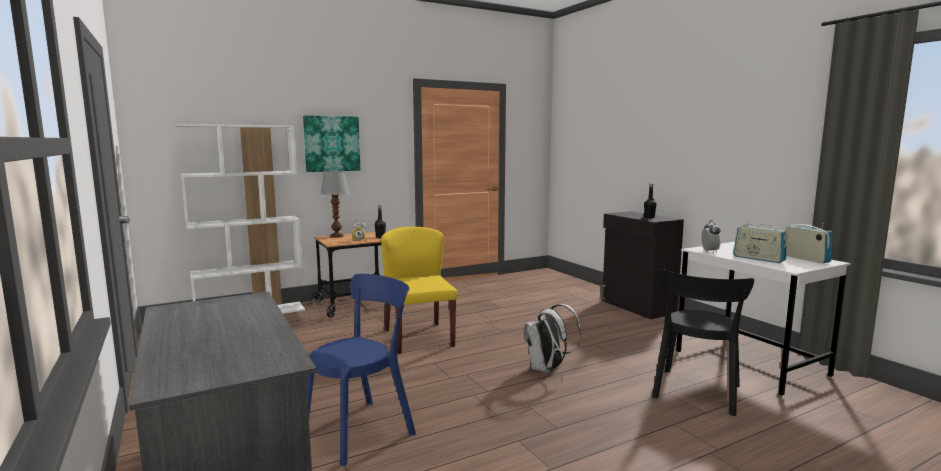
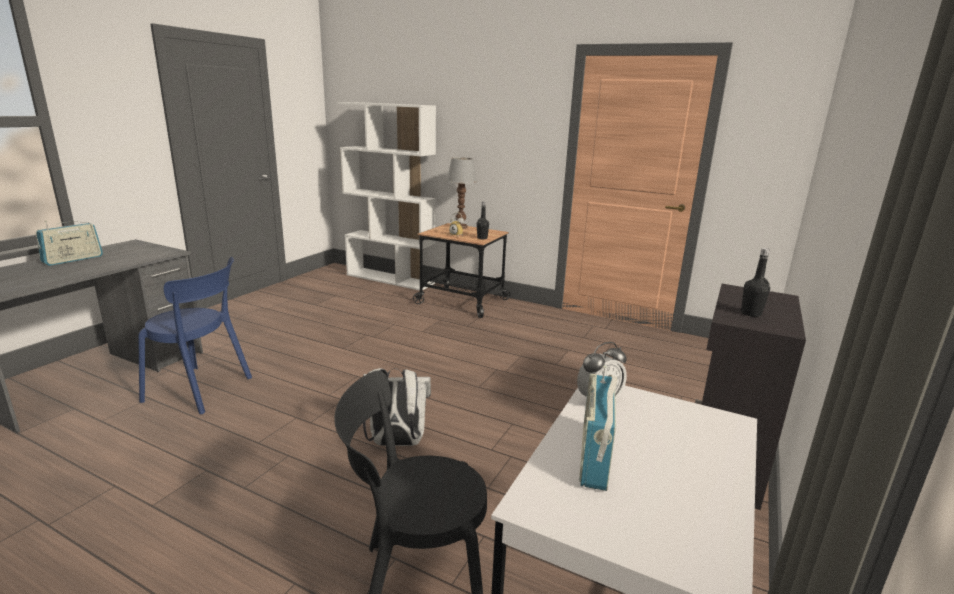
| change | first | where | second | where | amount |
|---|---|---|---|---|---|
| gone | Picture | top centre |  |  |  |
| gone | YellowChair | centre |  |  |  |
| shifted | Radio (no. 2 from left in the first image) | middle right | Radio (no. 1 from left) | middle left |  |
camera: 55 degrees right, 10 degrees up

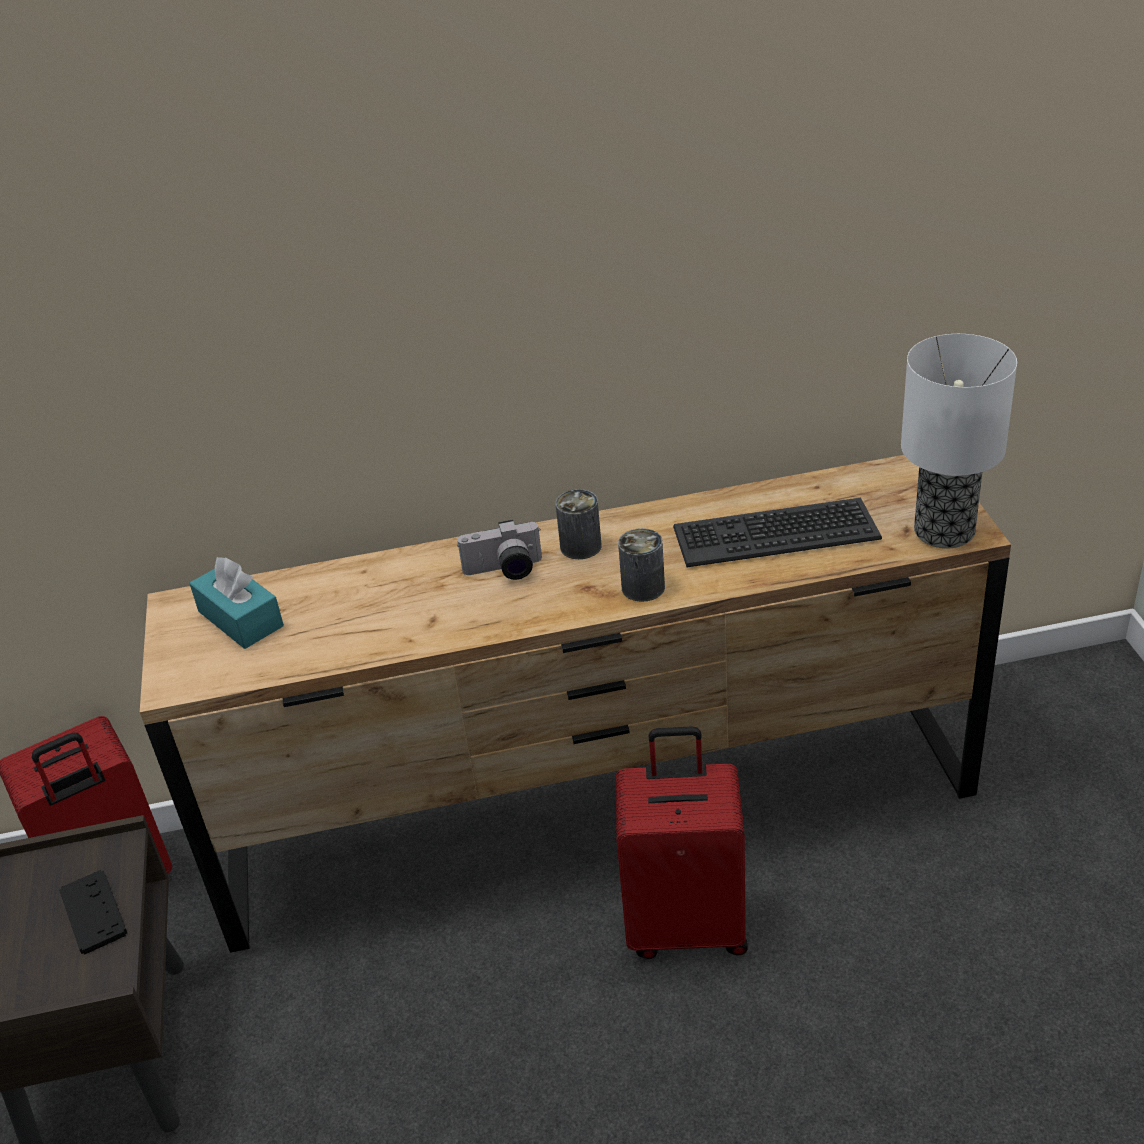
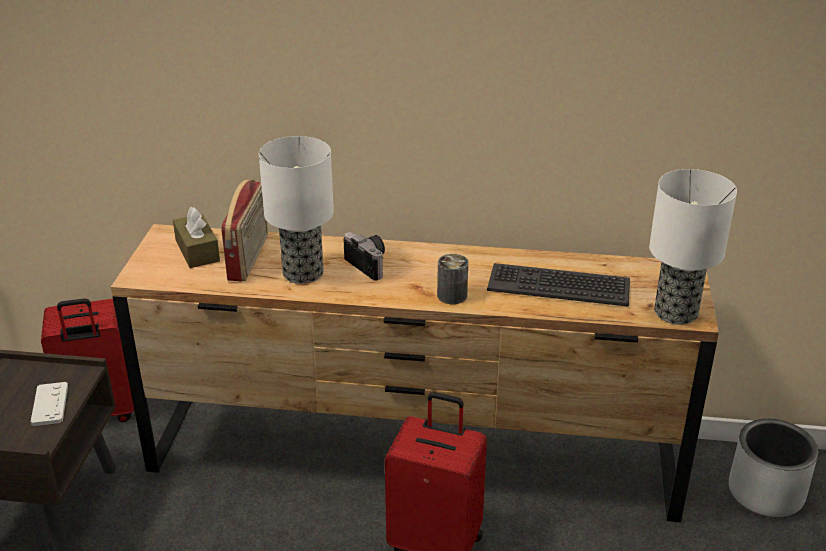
| change | first | where | second | where | amount |
|---|---|---|---|---|---|
| repainted | BlackGameController | bottom left | WhiteGameController | bottom left |  |
| repainted | TurquoiseTissueBox | middle left | BrownTissueBox | middle left |  |
| rotated | PhotoCamera | centre |  | centre | 135 degrees counterclockwise |
| gone | Can (no. 1 from left) | centre |  |  |  |
| new |  |  | Radio | middle left |  |
| new |  |  | TableLamp (no. 1 from left) | centre |  |
| new |  |  | GreyPlanter | bottom right |  |
camera: 15 degrees right, 5 degrees down

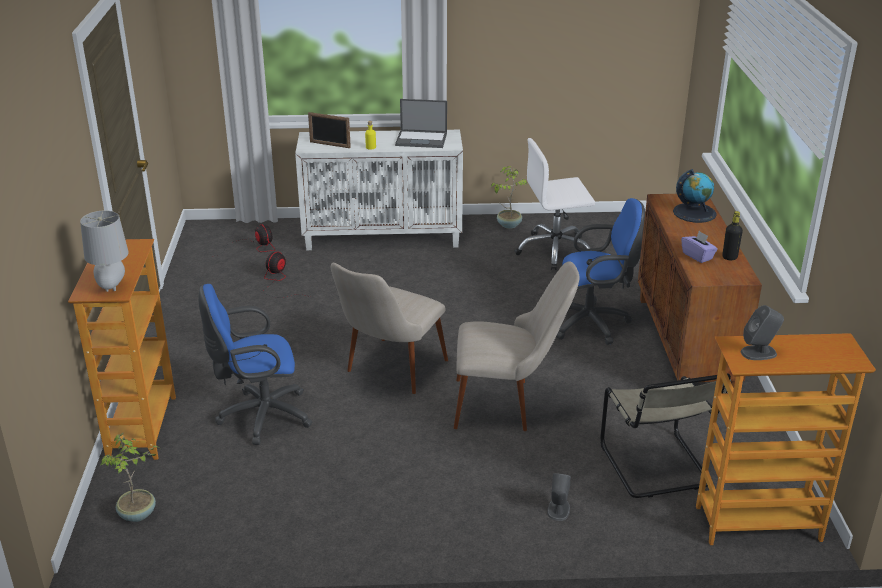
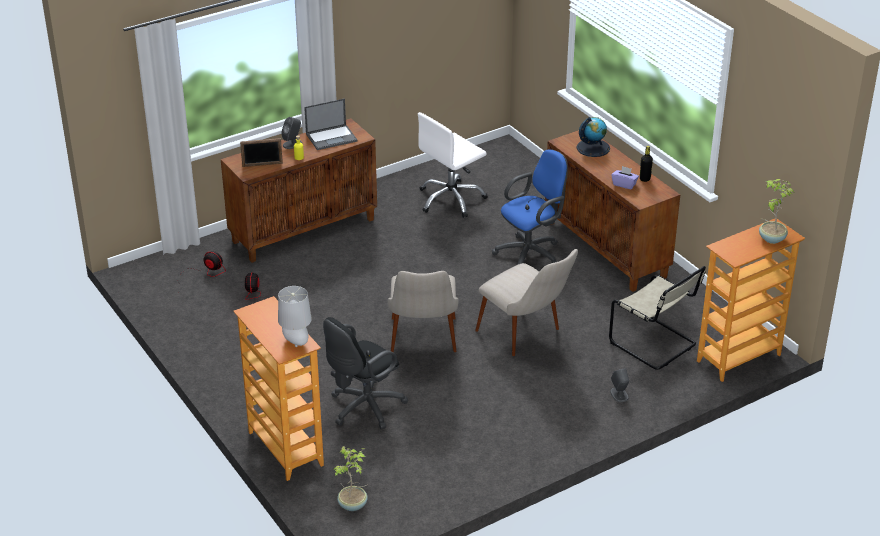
| change | first | where | second | where | amount |
|---|---|---|---|---|---|
| repainted | BlueOfficeChair (no. 1 from left) | middle left | BlackOfficeChair | bottom centre |  |
| repainted | WhiteCabinet | top centre | BrownCabinet (no. 1 from left) | centre |  |
| rotated | BeigeChair (no. 2 from left) | centre |  | centre | 75 degrees clockwise |
| shifted | PottedPlant (no. 2 from left) | centre |  | middle right |  |
| shifted | GreySpeaker (no. 2 from left in the first image) | middle right | GreySpeaker (no. 1 from left) | top left |  |
camera: 30 degrees left, 5 degrees up

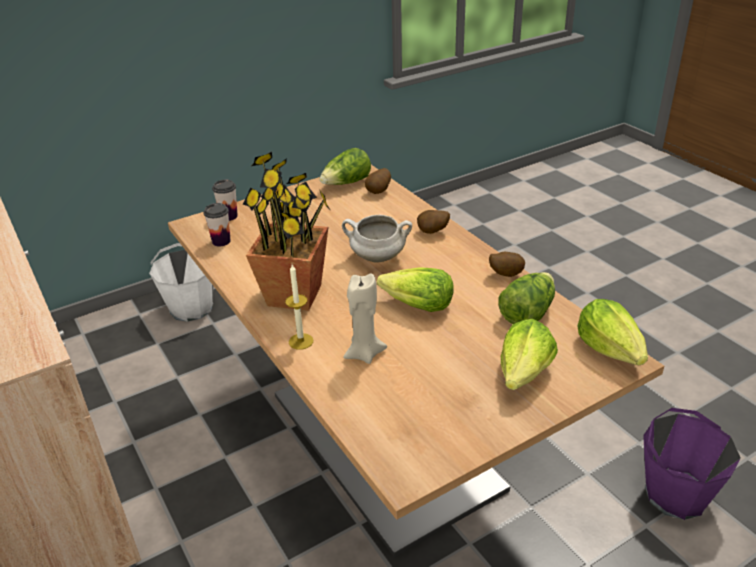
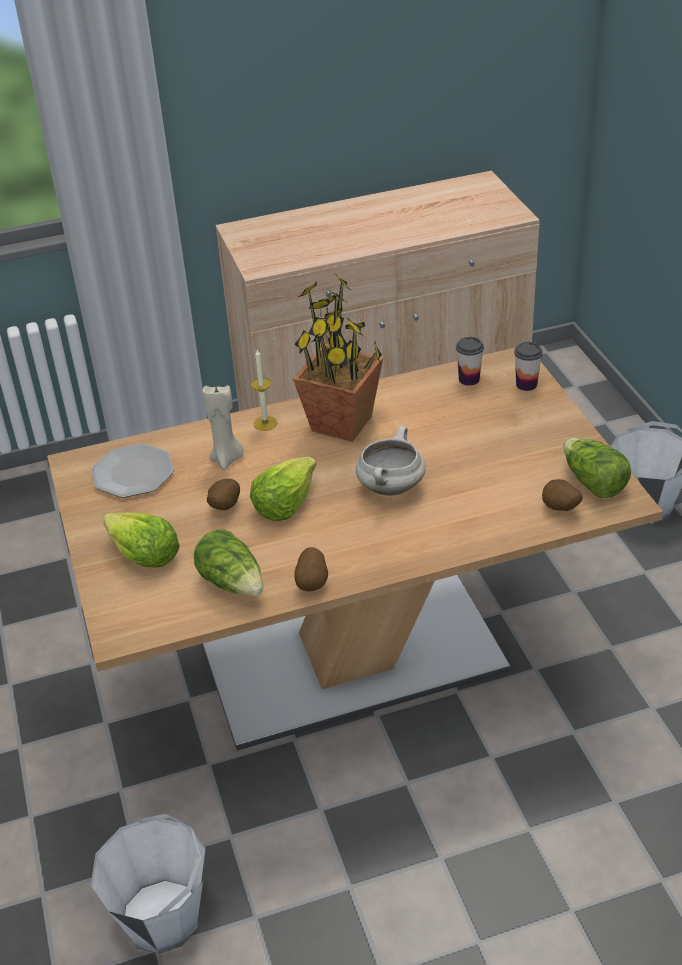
| change | first | where | second | where | amount |
|---|---|---|---|---|---|
| shifted | Potato (no. 2 from left in the first image) | centre | Potato (no. 1 from left) | middle left |  |
| gone | Lettuce (no. 5 from left) | middle right |  |  |  |
| repainted | PurpleBucket | bottom right | WhiteBucket (no. 1 from left) | bottom left |  |
| new |  |  | Plate | middle left |  |
camera: 105 degrees right, 5 degrees up

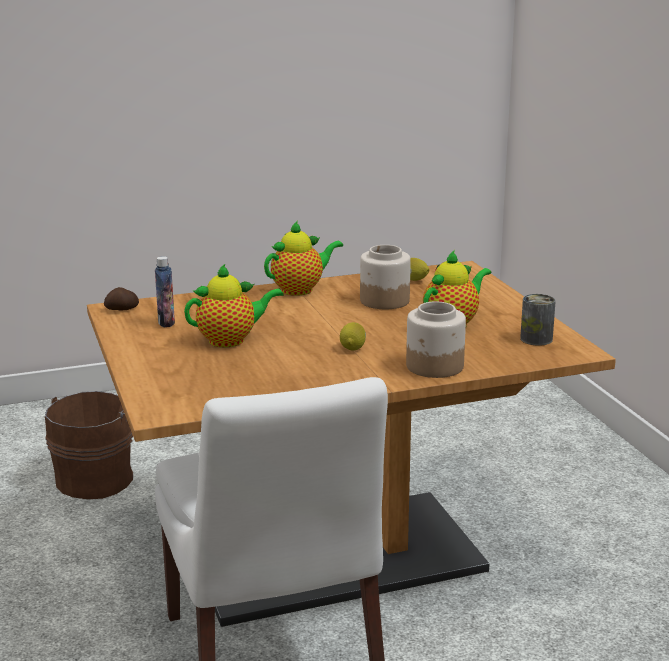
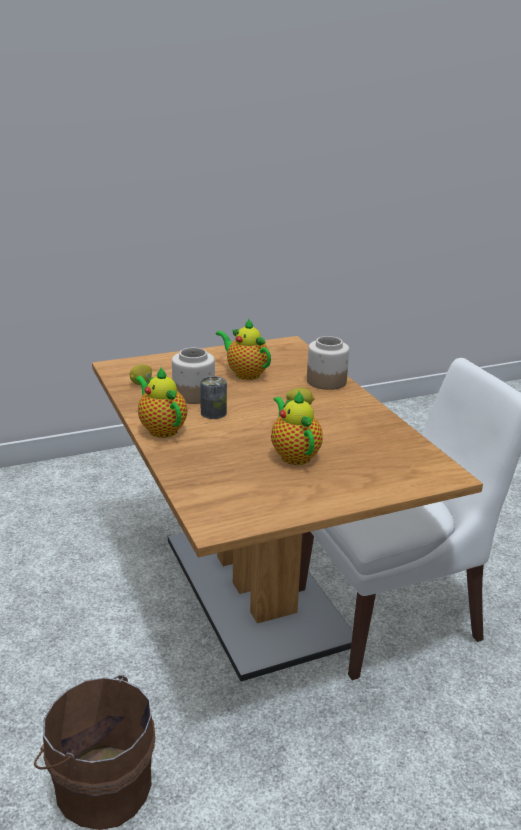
| change | first | where | second | where | amount |
|---|---|---|---|---|---|
| gone | Potato | middle left |  |  |  |
| gone | Bottle | middle left |  |  |  |
| shifted | Can | middle right |  | centre |  |
camera: 95 degrees left, 5 degrees up

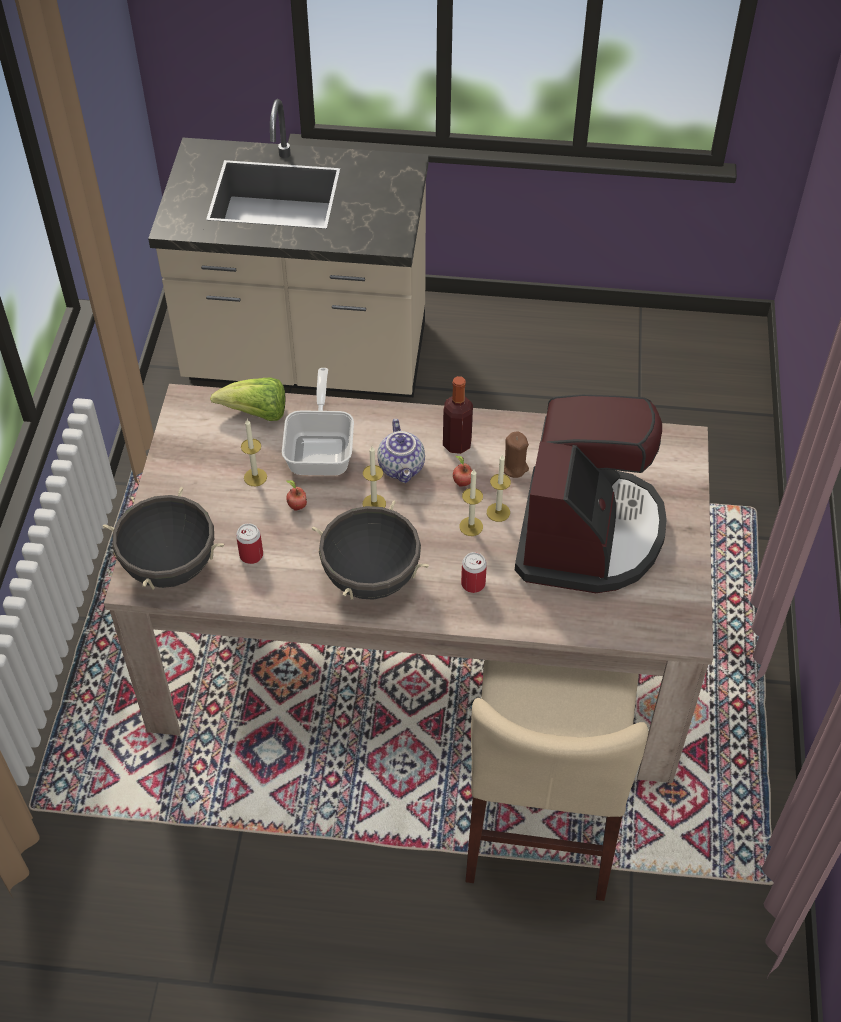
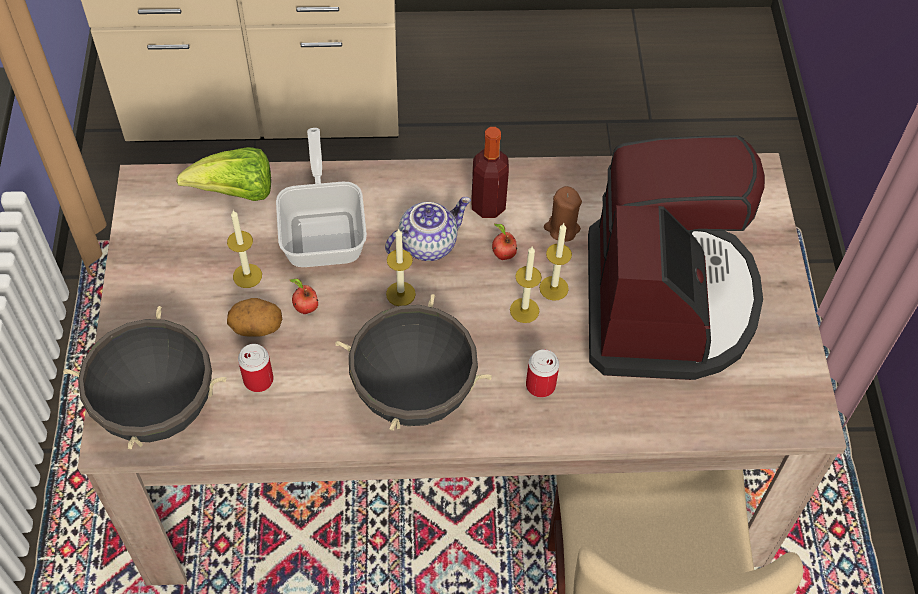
| change | first | where | second | where | amount |
|---|---|---|---|---|---|
| rotated | Teapot | centre |  | centre | 105 degrees counterclockwise |
| new |  |  | Potato | middle left |  |
camera: 10 degrees left, 5 degrees up

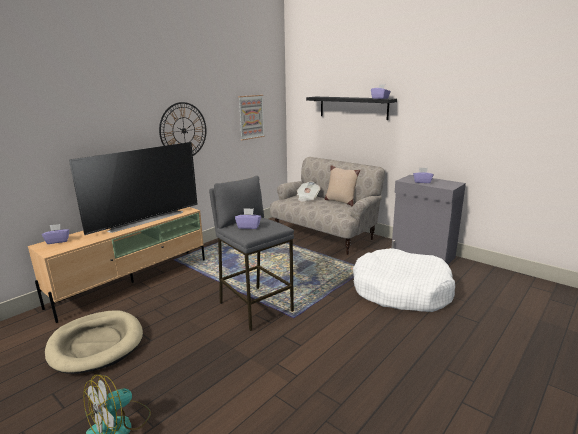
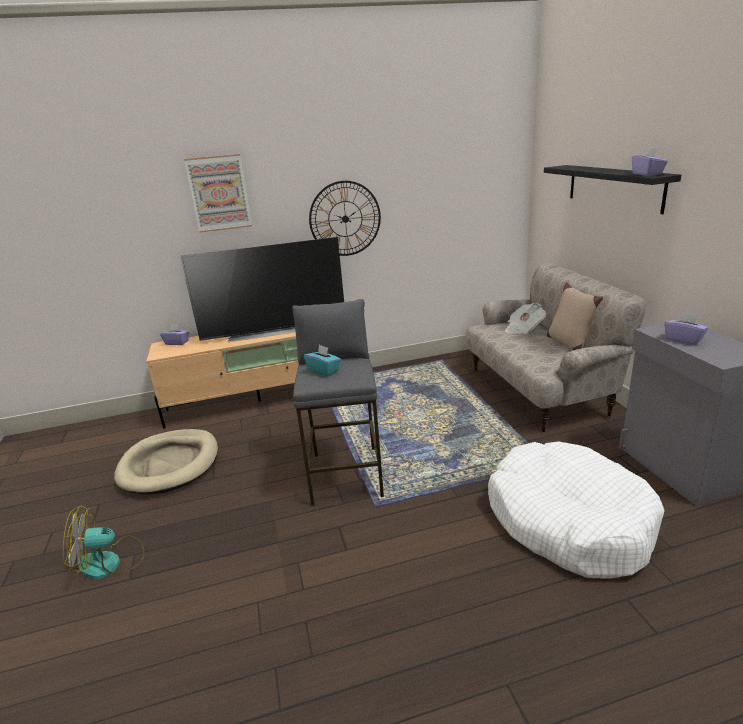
| change | first | where | second | where | amount |
|---|---|---|---|---|---|
| repainted | PurpleTissueBox (no. 2 from left) | centre | TurquoiseTissueBox | centre |  |
| shifted | Picture | top centre |  | top left |  |
camera: 35 degrees right, 5 degrees up

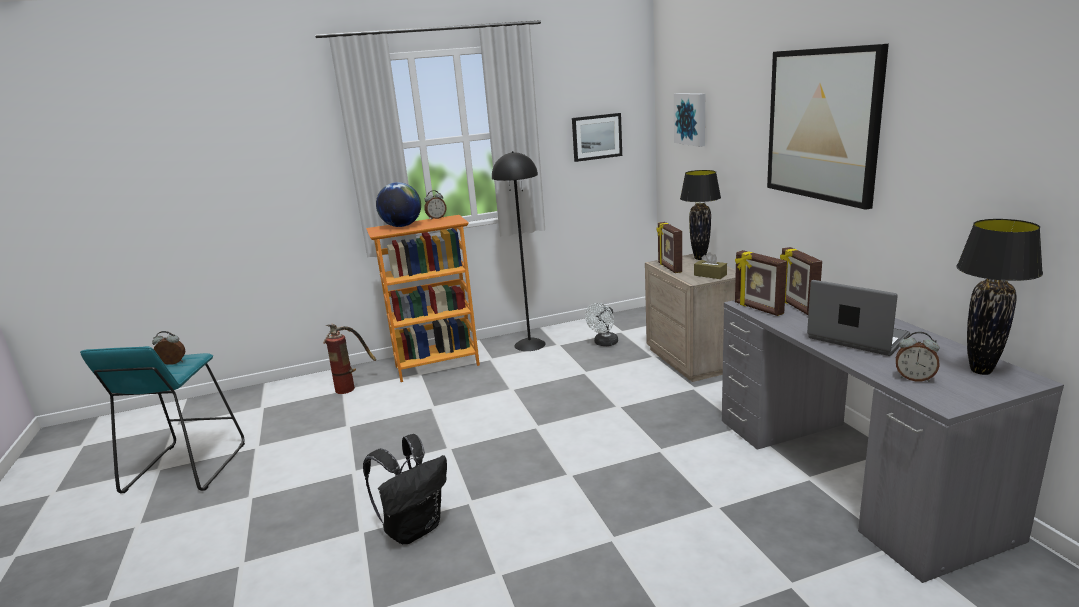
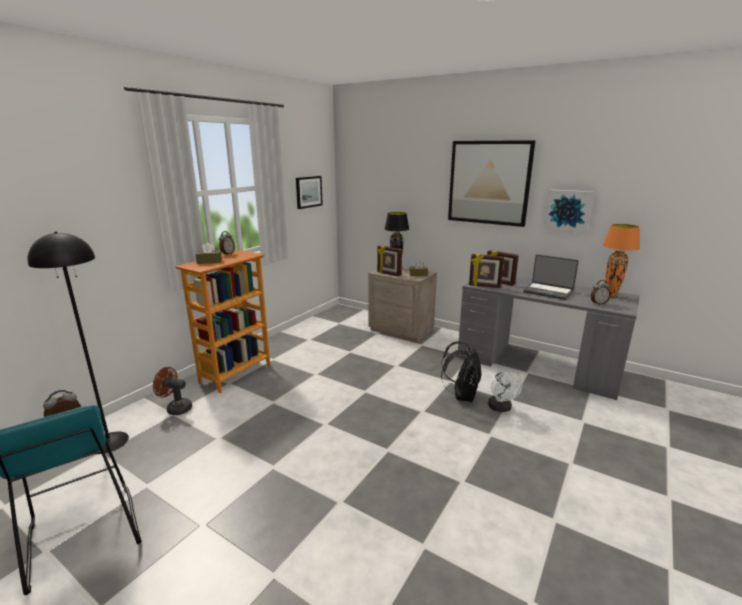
| change | first | where | second | where | amount |
|---|---|---|---|---|---|
| swapped | FireExtinguisher | middle left | BrownFan | middle left |  |
| shifted | BlackBackpack | bottom centre |  | centre |  |
| swapped | Globe | centre | BrownTissueBox (no. 1 from left) | middle left |  |
| shifted | BlackFloorLamp | centre |  | middle left |  |
| shifted | WhiteFan | centre |  | middle right |  |
| shifted | Picture (no. 2 from left in the first image) | top centre | Picture (no. 3 from left) | middle right |  |
| rotated | Laptop | middle right |  | middle right | 150 degrees counterclockwise |
| repainted | BlackTableLamp (no. 2 from left) | middle right | OrangeTableLamp | middle right |  |
camera: 40 degrees left, 0 degrees up

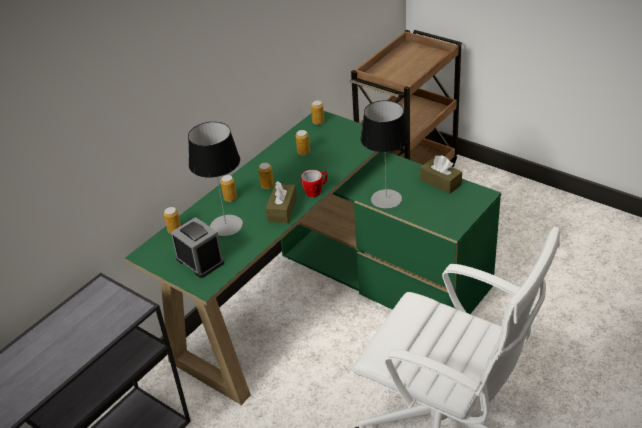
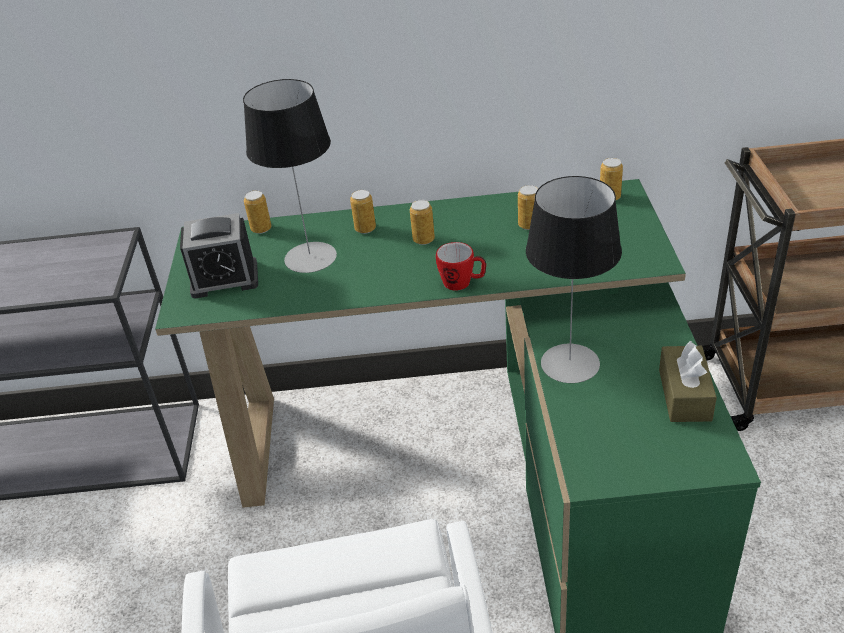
| change | first | where | second | where | amount |
|---|---|---|---|---|---|
| rotated | AlarmClock | middle left |  | middle left | 75 degrees clockwise |
| gone | BrownTissueBox (no. 1 from left) | centre |  |  |  |
camera: 50 degrees right, 0 degrees up

